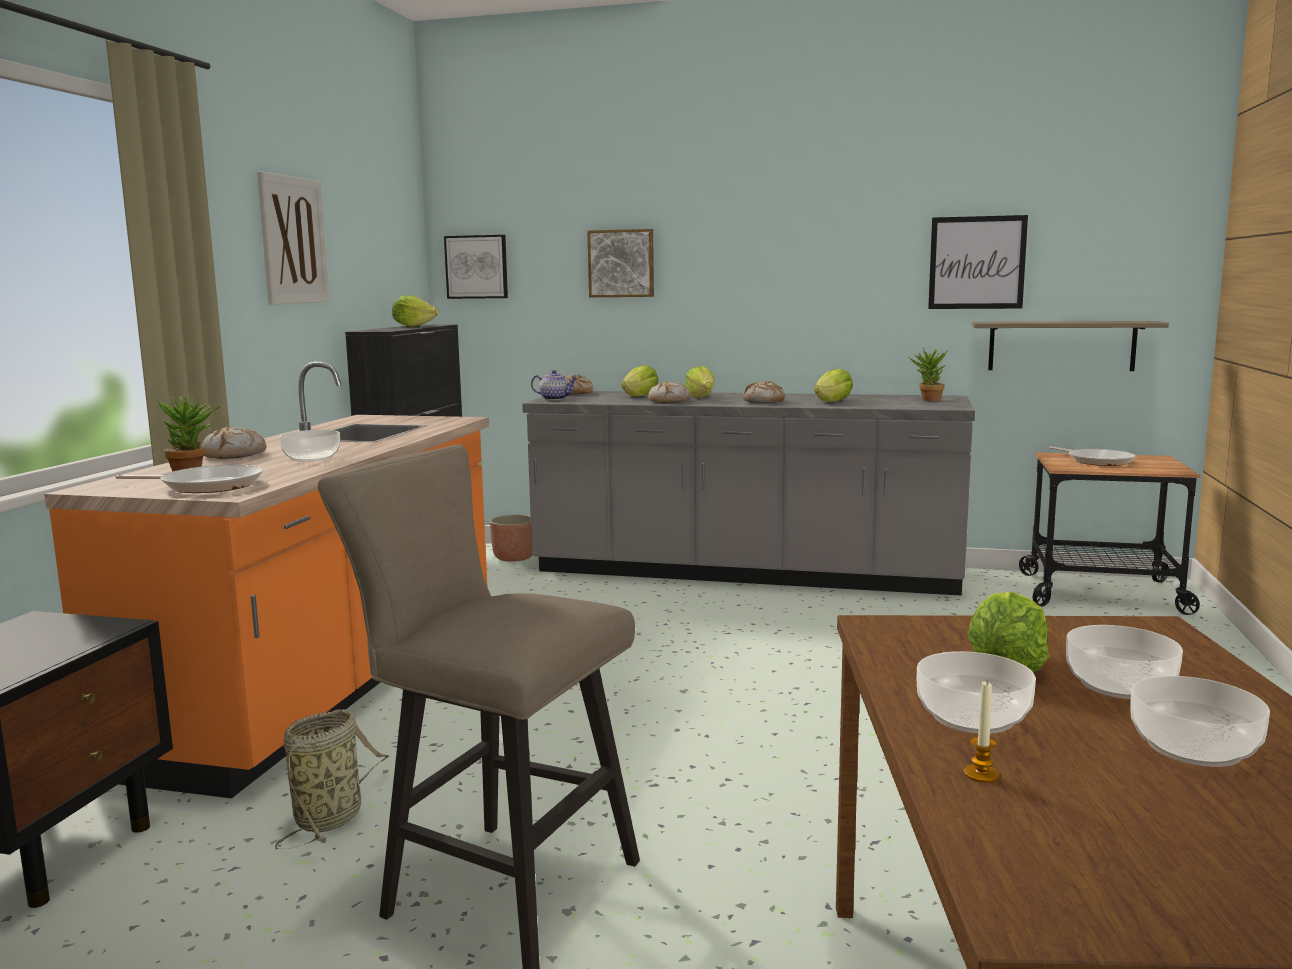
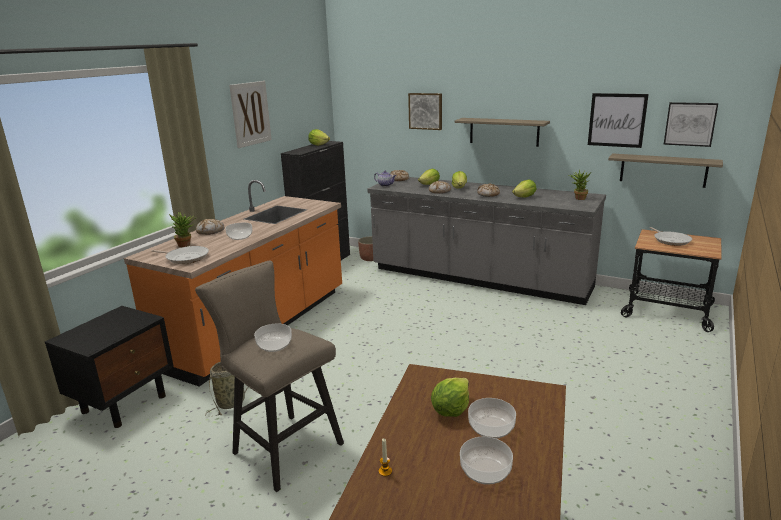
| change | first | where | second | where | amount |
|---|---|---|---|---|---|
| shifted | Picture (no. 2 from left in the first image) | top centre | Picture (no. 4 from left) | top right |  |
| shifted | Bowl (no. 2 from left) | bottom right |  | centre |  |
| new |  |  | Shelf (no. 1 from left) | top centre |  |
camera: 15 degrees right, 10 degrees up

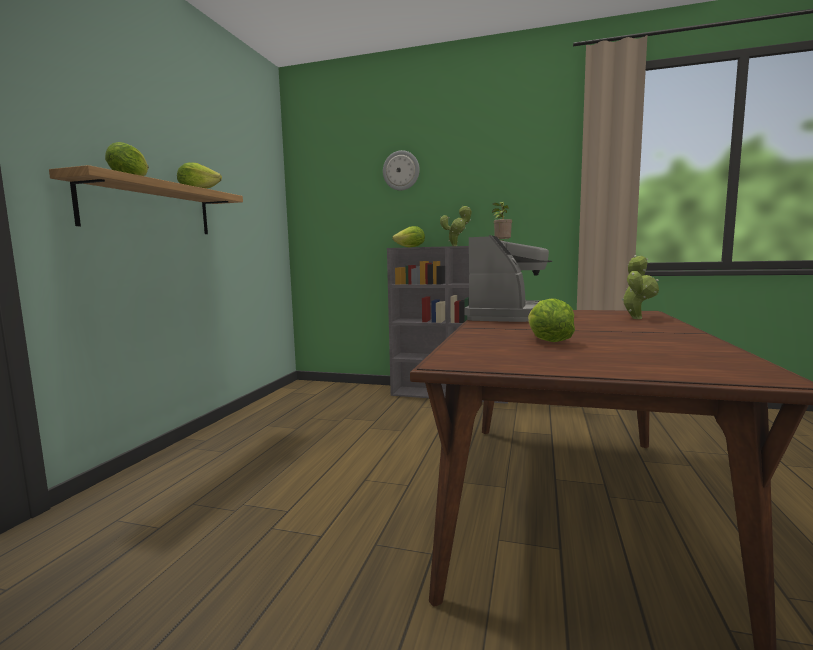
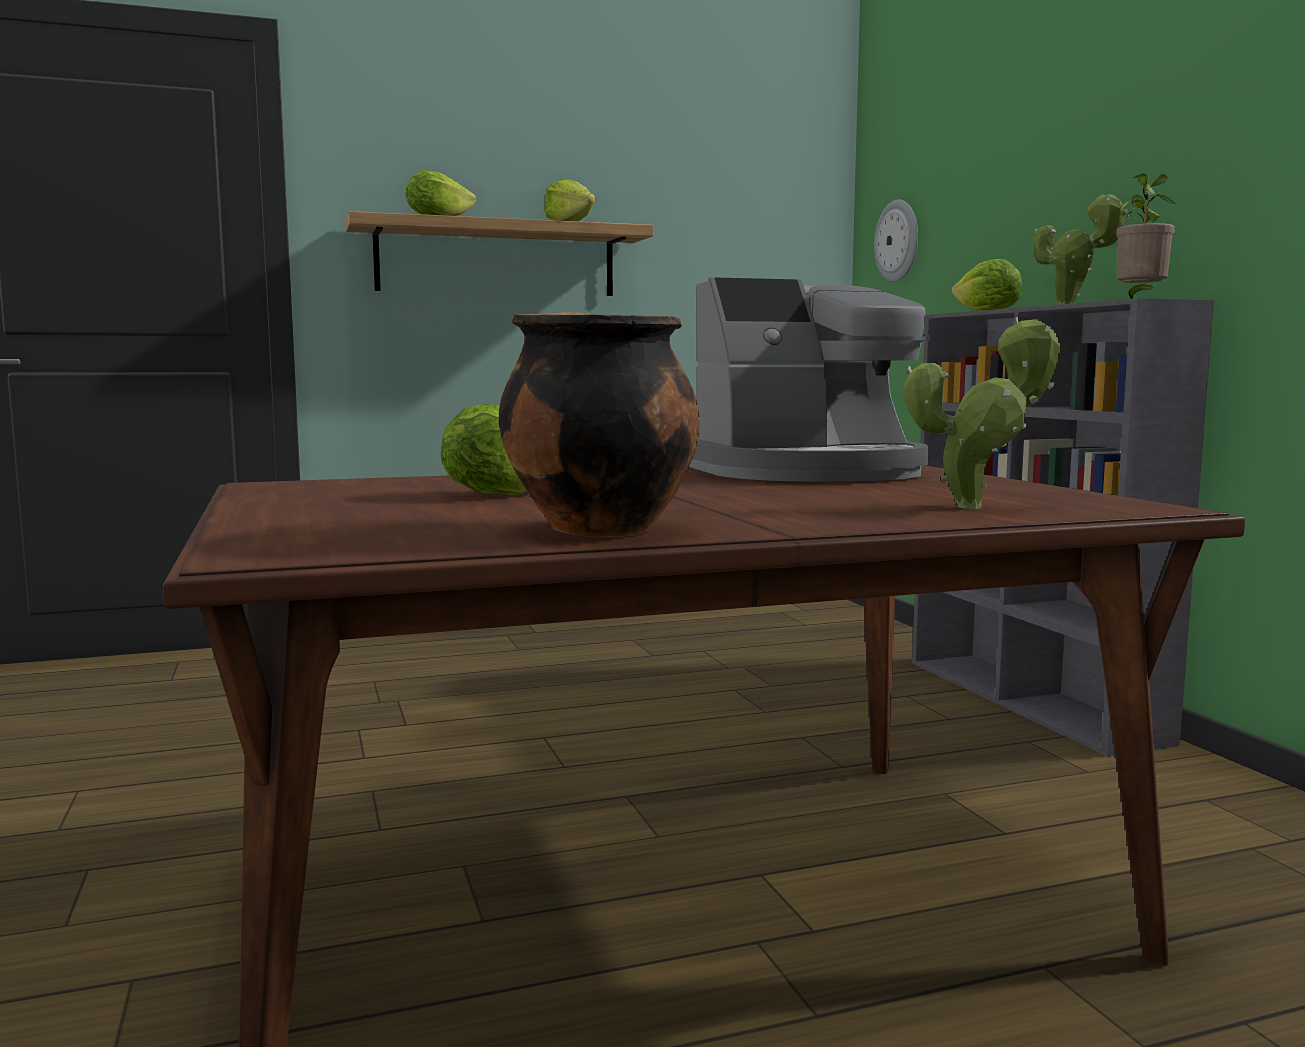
| change | first | where | second | where | amount |
|---|---|---|---|---|---|
| shifted | WallClock | top centre |  | top right |  |
| new |  |  | CookingPot | centre |  |
camera: 55 degrees right, 0 degrees up

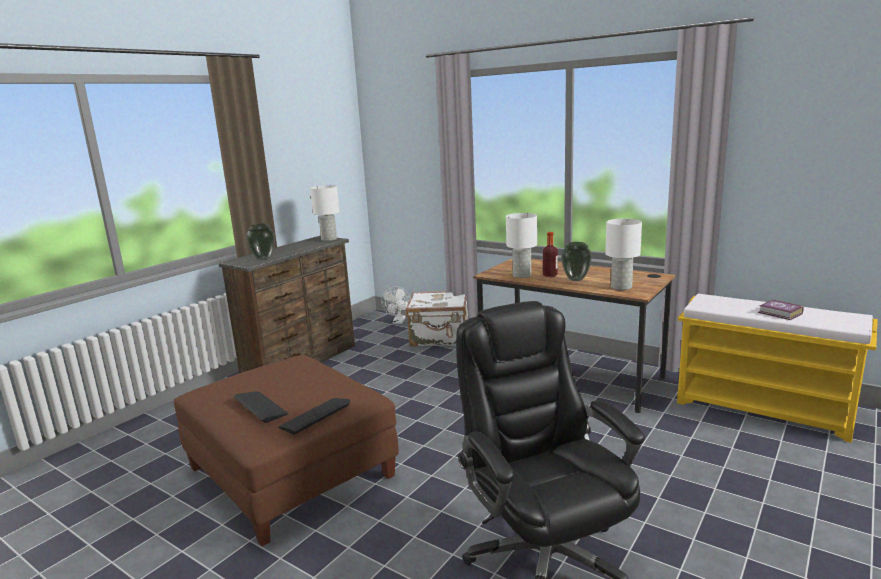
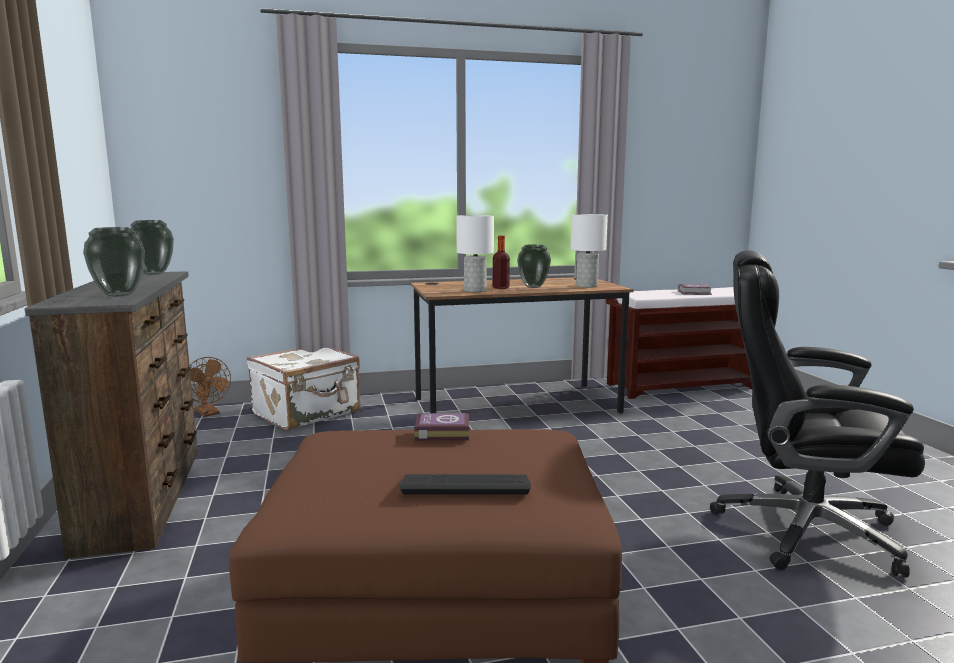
| change | first | where | second | where | amount |
|---|---|---|---|---|---|
| gone | Keyboard (no. 2 from left) | bottom centre |  |  |  |
| swapped | WhiteTableLamp (no. 1 from left) | centre | Vase (no. 2 from left) | middle left |  |
| repainted | WhiteFan | centre | BrownFan | middle left |  |
| repainted | YellowBench | middle right | BrownBench | middle right |  |
| new |  |  | Book (no. 1 from left) | centre |  |
camera: 50 degrees left, 5 degrees down

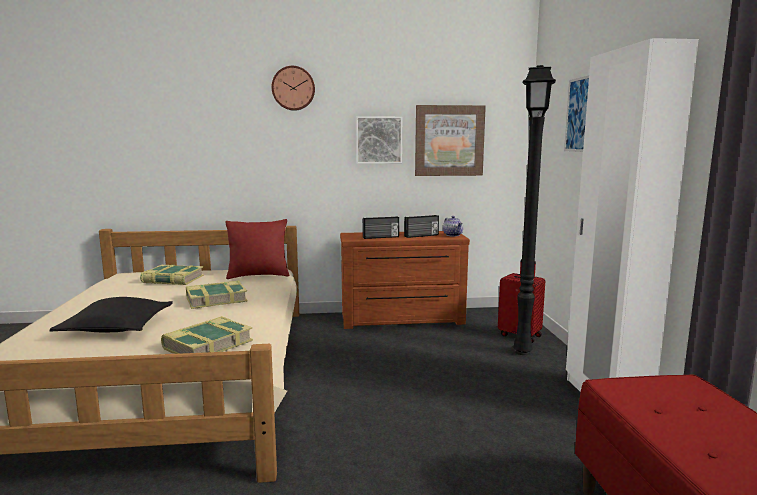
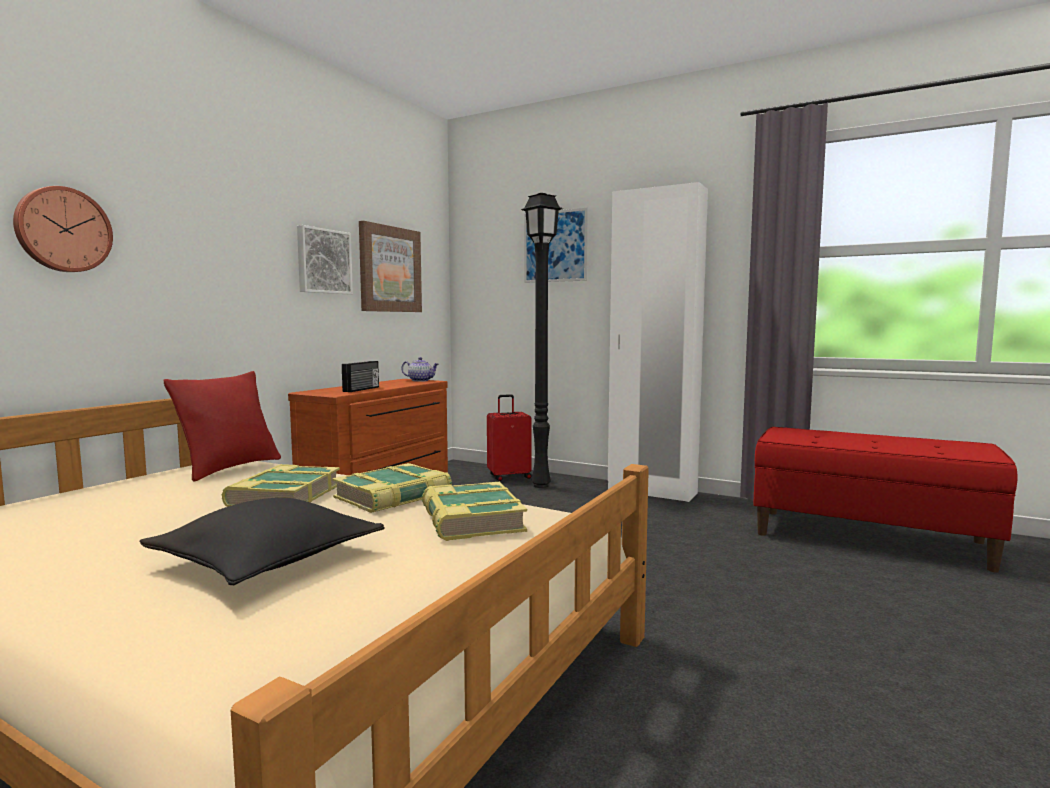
| change | first | where | second | where | amount |
|---|---|---|---|---|---|
| shifted | Book (no. 1 from left in the first image) | middle left | Book (no. 2 from left) | centre |  |
| shifted | WallClock | top centre |  | top left |  |
| gone | Radio (no. 2 from left) | centre |  |  |  |
camera: 55 degrees left, 5 degrees down

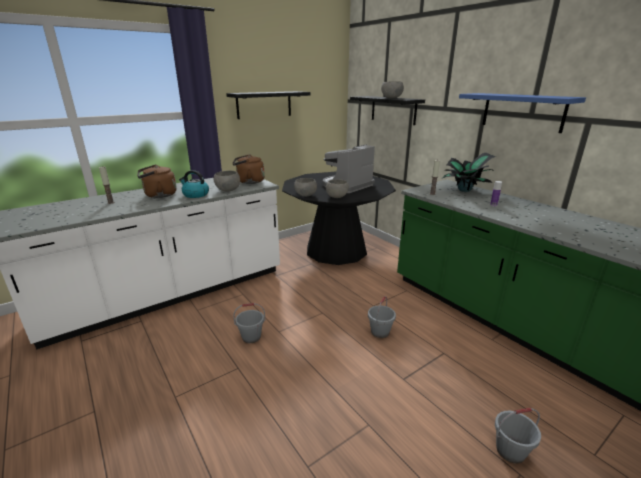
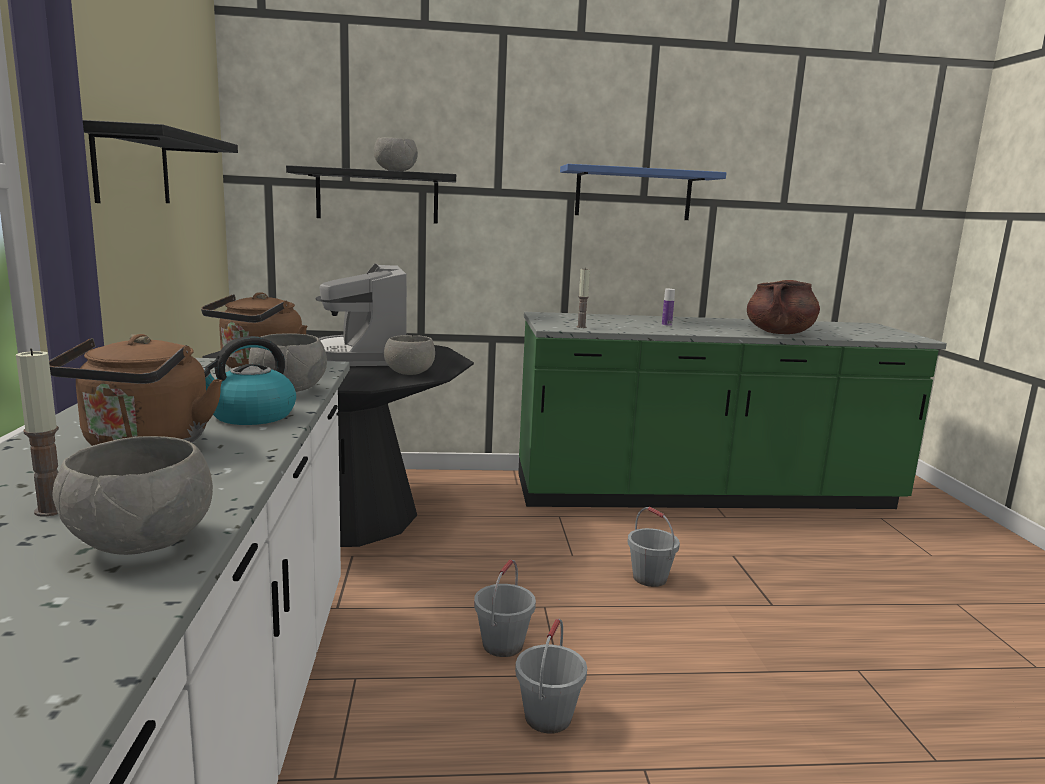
| change | first | where | second | where | amount |
|---|---|---|---|---|---|
| shifted | GreyBowl (no. 2 from left in the first image) | centre | GreyBowl (no. 1 from left) | middle left |  |
| gone | PottedPlant | middle right |  |  |  |
| shifted | GreyBucket (no. 3 from left in the first image) | bottom right | GreyBucket (no. 1 from left) | bottom centre |  |
| new |  |  | BrownCookingPot | middle right |  |
camera: 60 degrees left, 10 degrees down

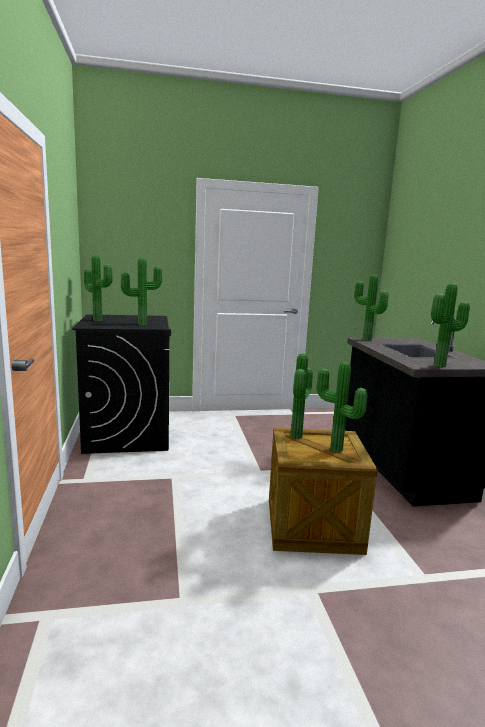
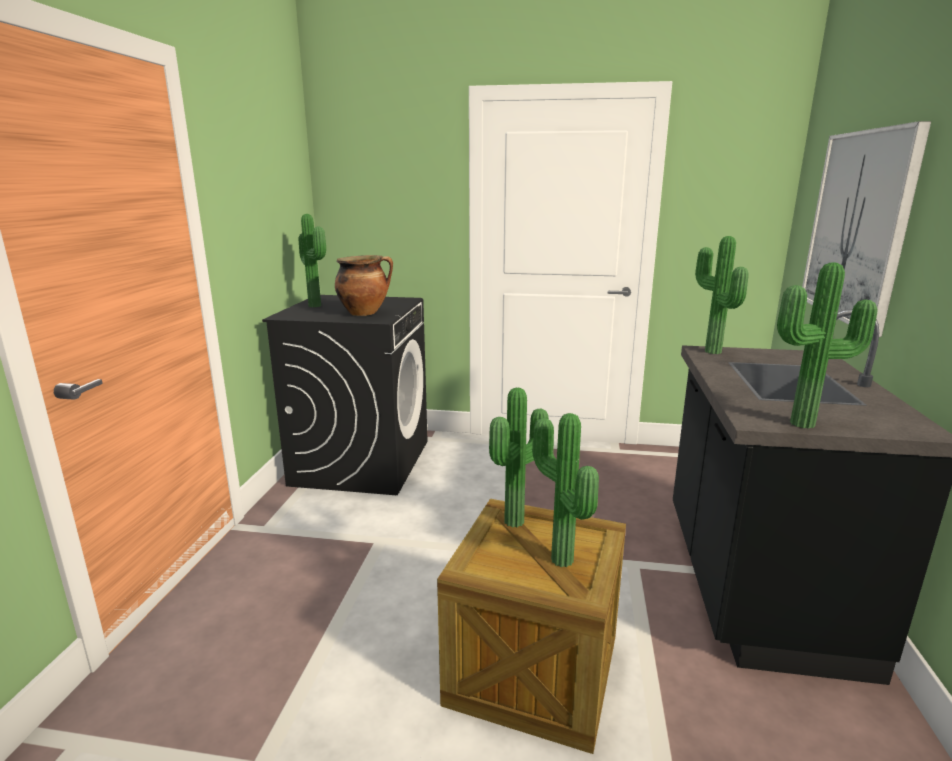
| change | first | where | second | where | amount |
|---|---|---|---|---|---|
| swapped | PottedPlant (no. 2 from left) | middle left | CookingPot | centre |  |
| new |  |  | Picture | top right |  |
camera: 20 degrees right, 5 degrees up

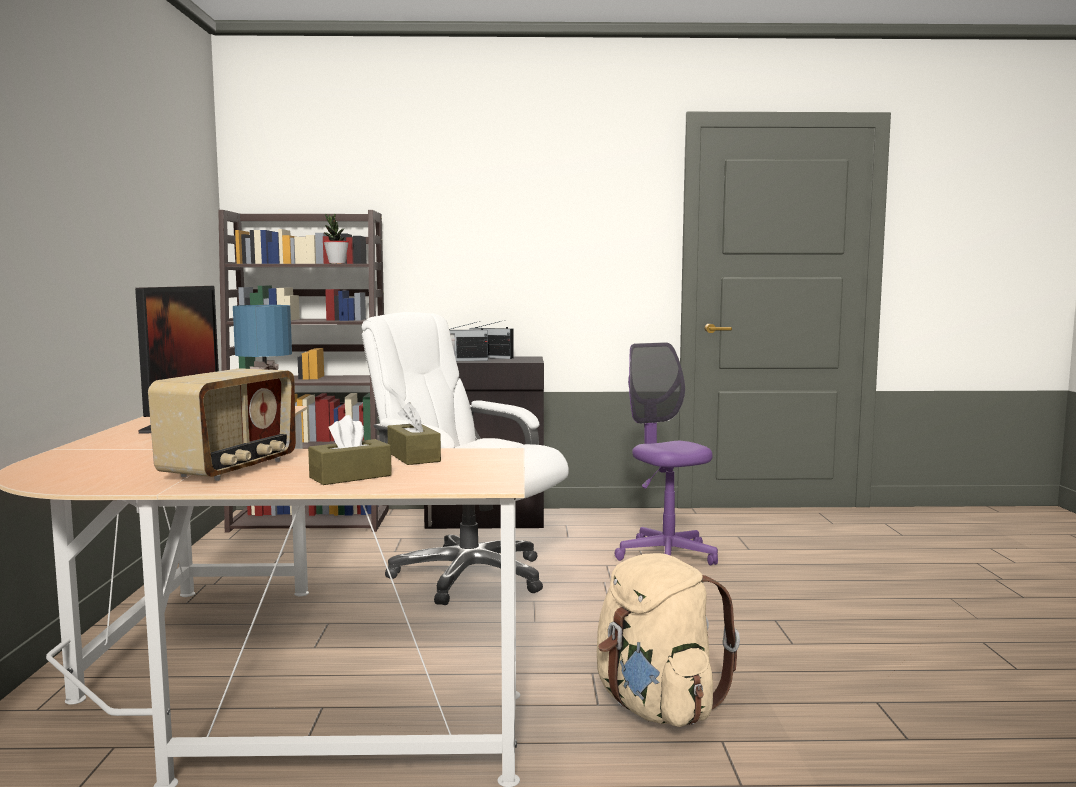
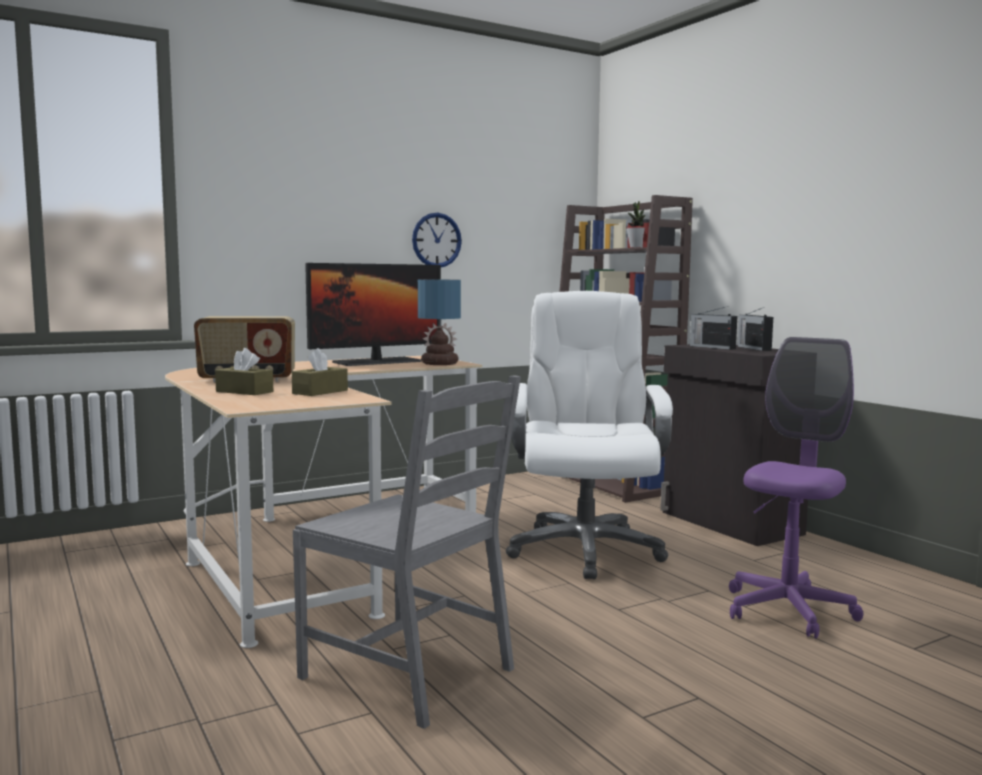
| change | first | where | second | where | amount |
|---|---|---|---|---|---|
| swapped | BeigeBackpack | bottom centre | GreyChair | bottom centre |  |
| new |  |  | WallClock | top centre |  |
camera: 60 degrees right, 0 degrees up

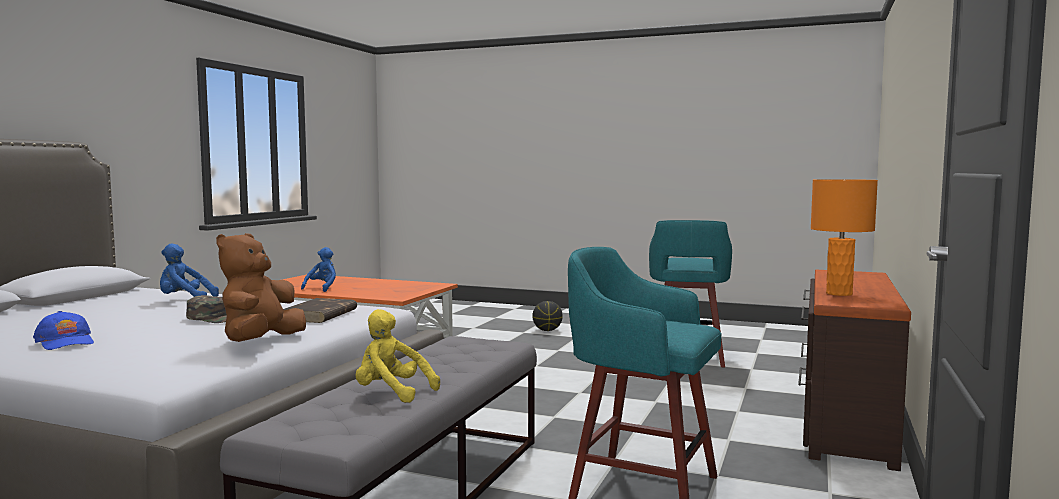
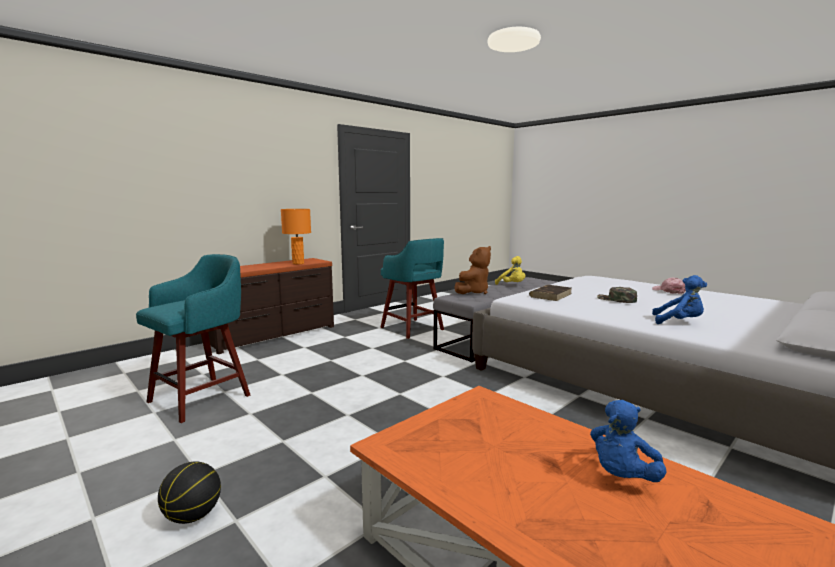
| change | first | where | second | where | amount |
|---|---|---|---|---|---|
| repainted | BlueCap | middle left | PinkCap | middle right |  |
| shifted | BrownPlushToy | middle left |  | centre |  |
camera: 155 degrees left, 5 degrees up

